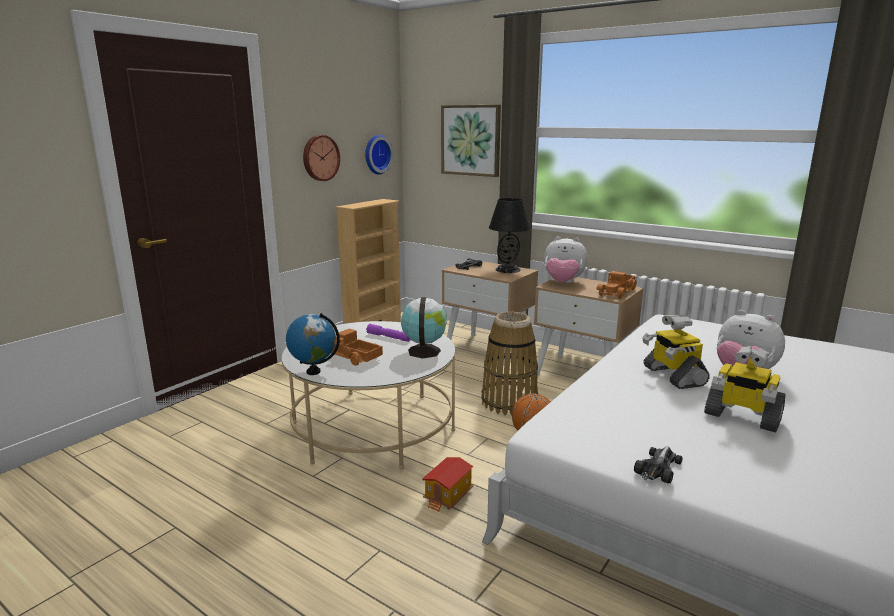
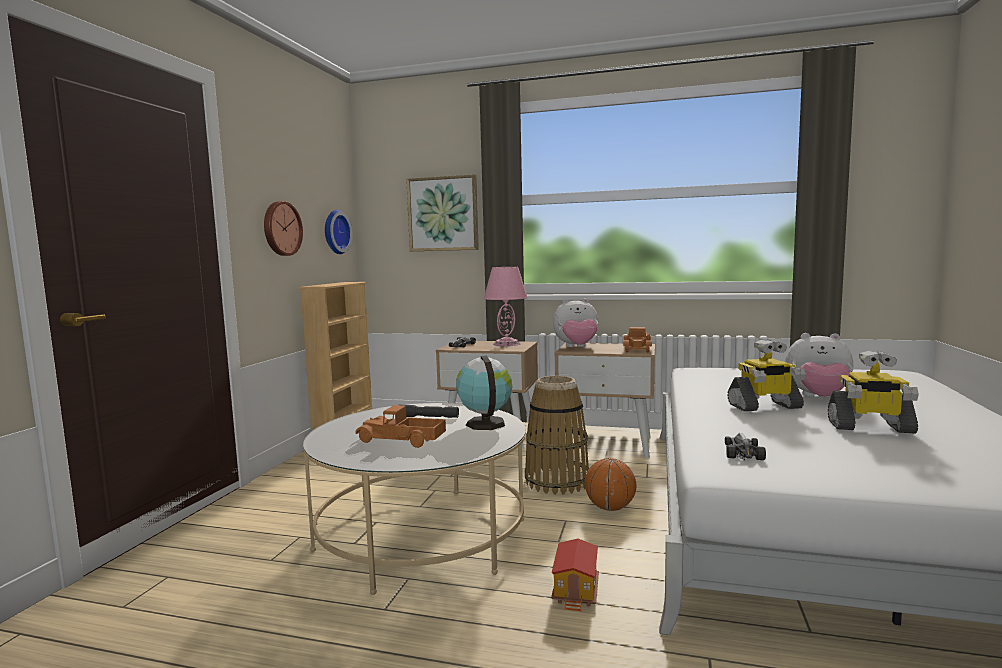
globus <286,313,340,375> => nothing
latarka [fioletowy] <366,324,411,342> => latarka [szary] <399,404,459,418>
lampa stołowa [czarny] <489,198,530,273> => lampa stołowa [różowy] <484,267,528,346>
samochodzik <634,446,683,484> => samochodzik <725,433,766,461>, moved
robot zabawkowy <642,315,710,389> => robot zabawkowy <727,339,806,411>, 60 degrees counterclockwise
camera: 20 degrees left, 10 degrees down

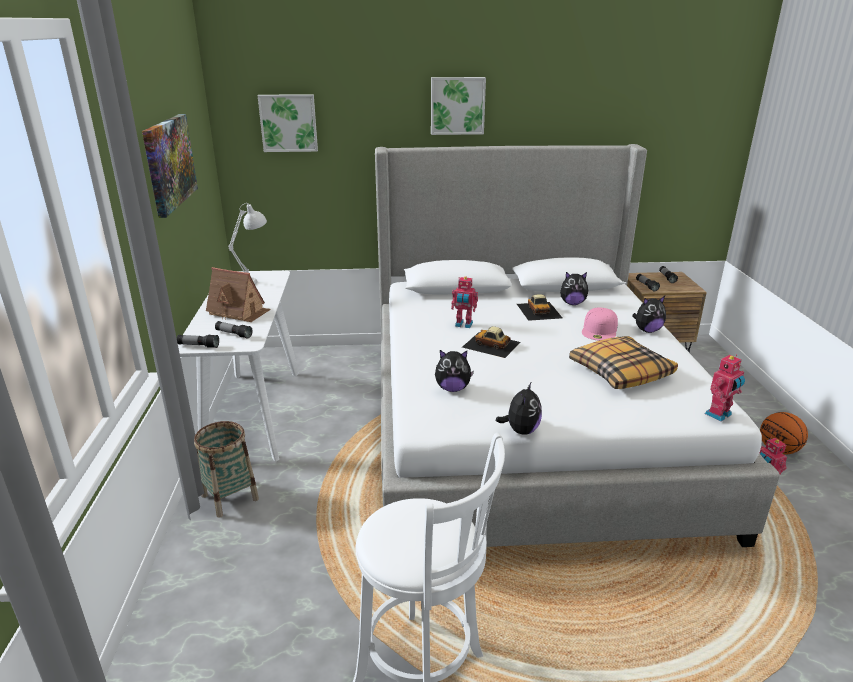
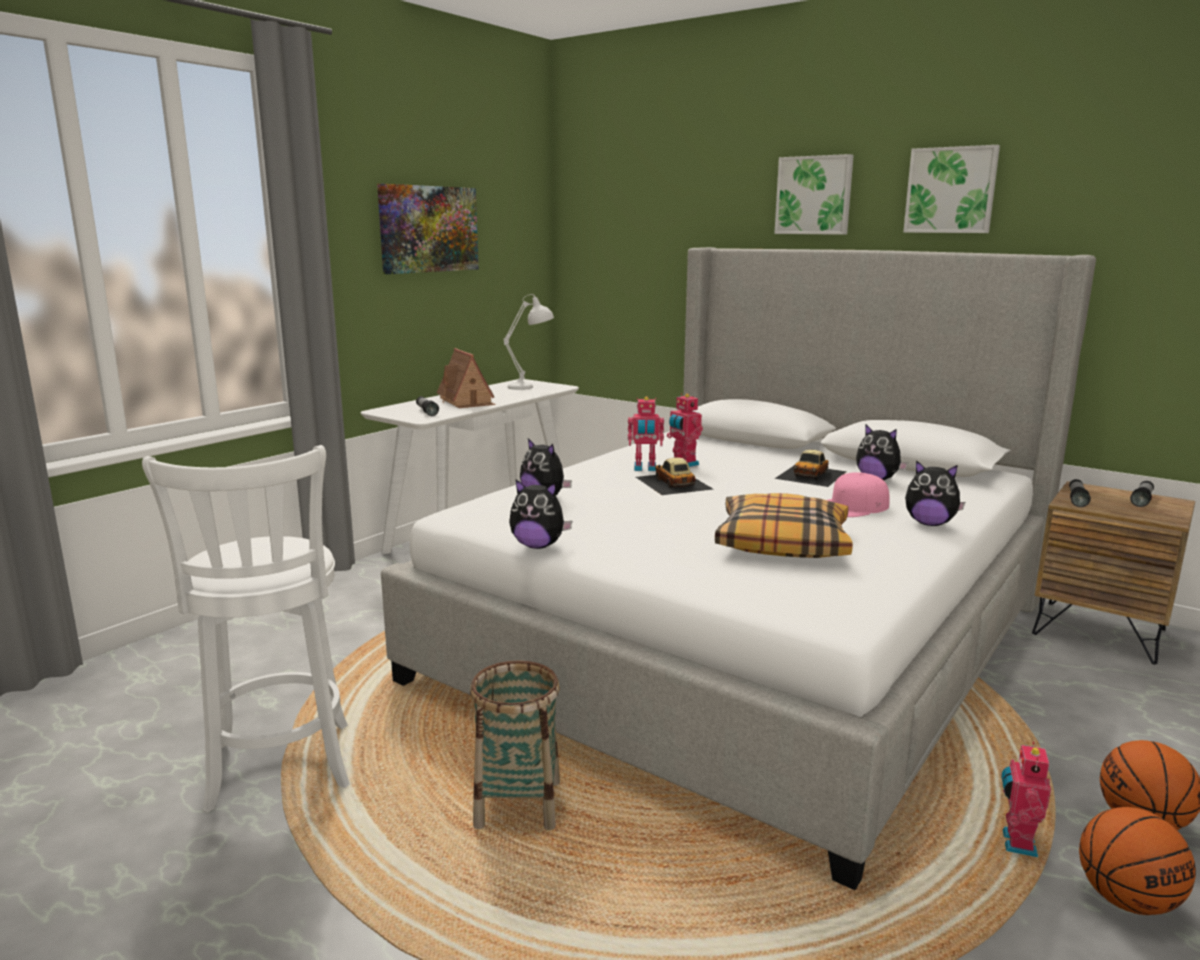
latarka <177,335,219,348> => nothing
koszyk <194,421,259,518> => koszyk <470,660,560,830>, moved
obraz <258,94,318,152> => obraz <903,145,1000,233>, moved
pluszak <496,381,542,435> => pluszak <509,480,572,549>, 45 degrees clockwise
robot zabawkowy <705,354,745,421> => robot zabawkowy <628,397,664,471>, moved
nothing => piłka do koszykówki <1079,807,1196,915>
camera: 40 degrees right, 10 degrees down

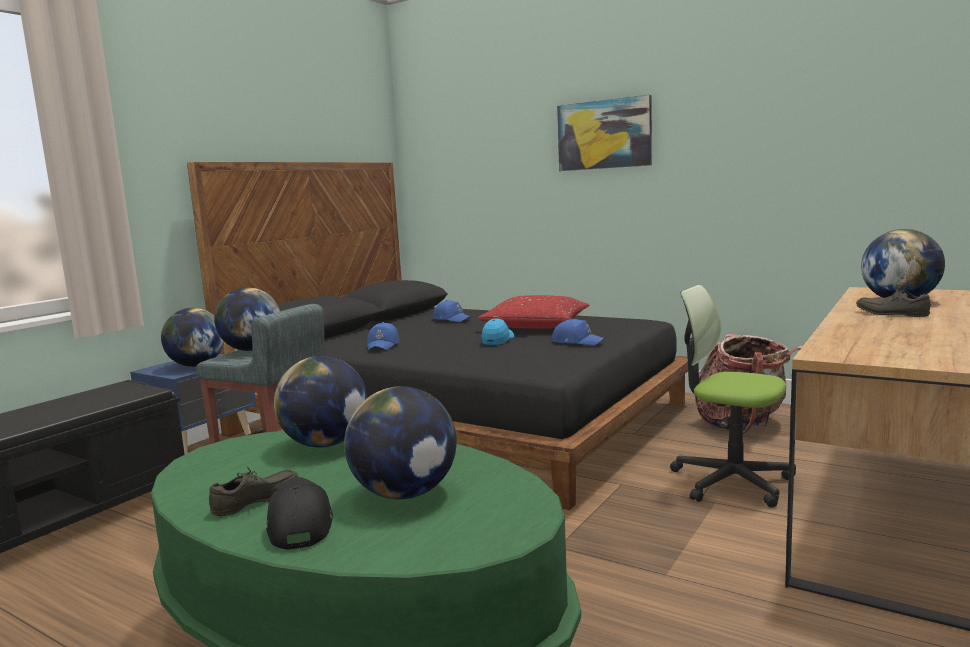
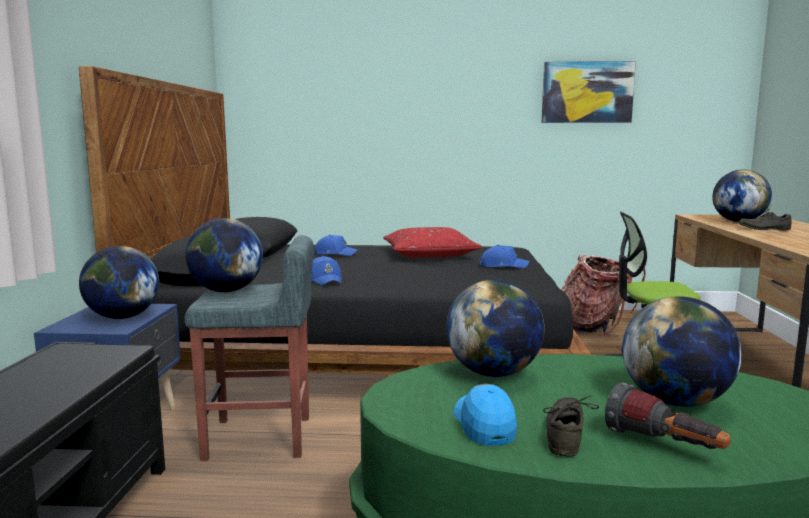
czapka z daszkiem [czarny] <266,477,333,550> => latarka <605,382,731,449>
czapka z daszkiem [niebieski] <482,318,514,345> => czapka z daszkiem [niebieski] <453,384,517,446>, moved
obraz <557,95,652,171> => obraz <542,61,636,123>, moved
camera: 30 degrees left, 0 degrees up

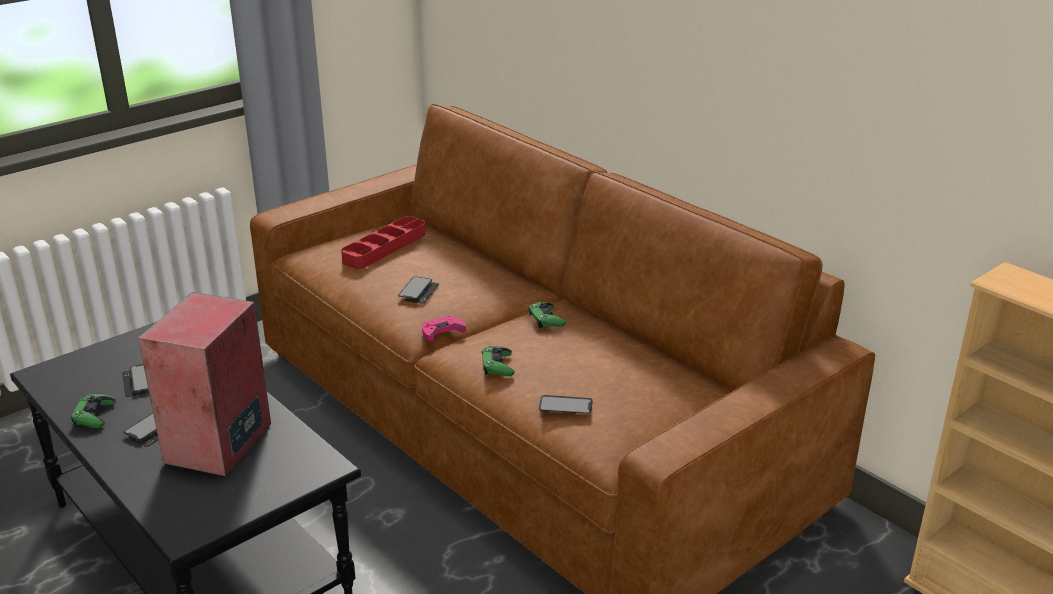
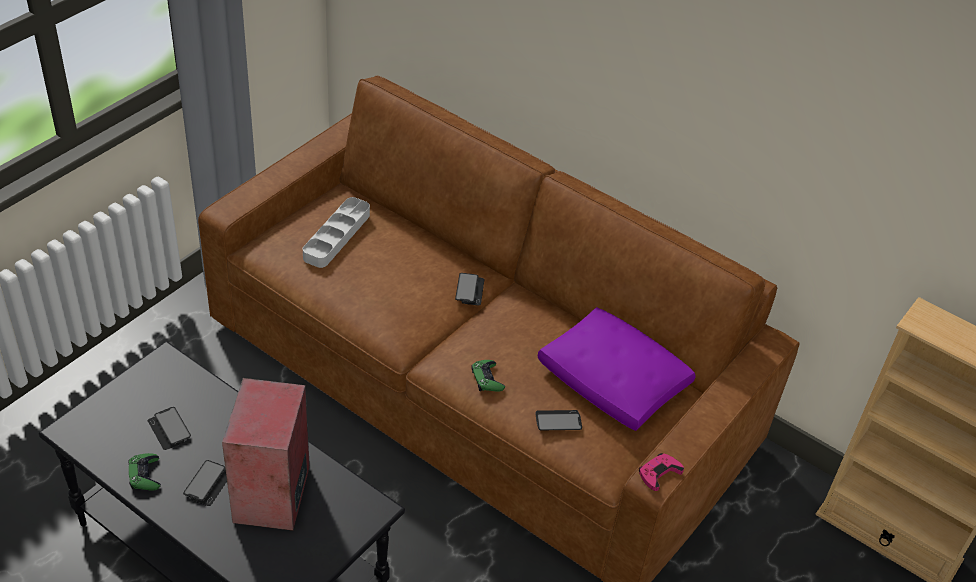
taca [czerwony] <341,216,425,269> => taca [szary] <303,197,370,268>
telefon <398,276,439,304> => telefon <455,273,485,305>, moved
pad do gier [różowy] <422,316,466,341> => pad do gier [różowy] <639,453,684,491>, moved
pad do gier [zielony] <529,302,566,328> => nothing
nothing => poduszka [fioletowy] <538,307,696,431>
camera: 15 degrees left, 15 degrees up

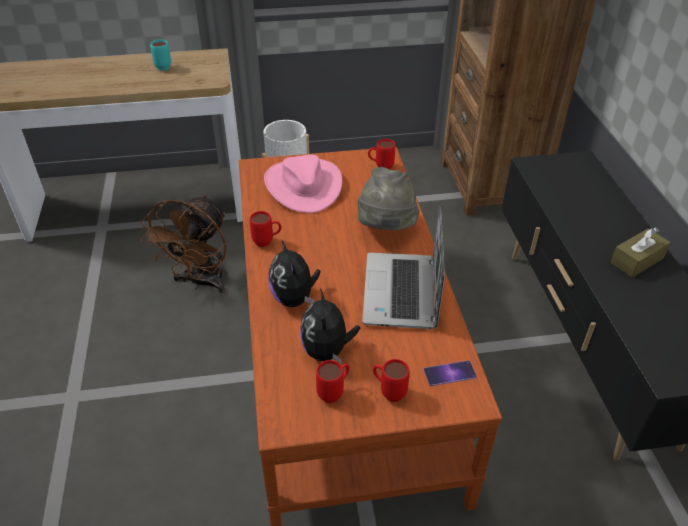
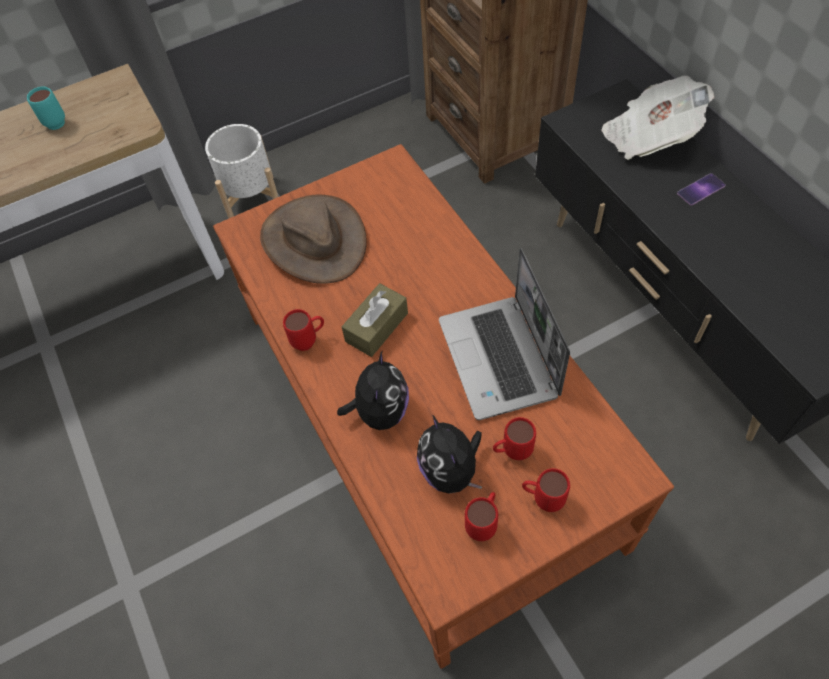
wentylator [brązowy] <141,194,227,293> => nothing
kapelusz [różowy] <264,154,342,213> => kapelusz [brązowy] <260,194,367,284>
pluszak <268,239,320,307> => pluszak <337,350,409,430>, 135 degrees counterclockwise
kapelusz [szary] <358,167,419,230> => nothing
kubek [czerwony] <368,139,395,170> => kubek [czerwony] <493,417,536,460>, moved
telefon <423,360,477,386> => telefon <677,173,726,206>, moved
pudełko chusteczek [brązowy] <611,228,670,278> => pudełko chusteczek [brązowy] <342,283,408,357>, moved
nothing => gazeta <601,76,715,160>
camera: 15 degrees left, 15 degrees up

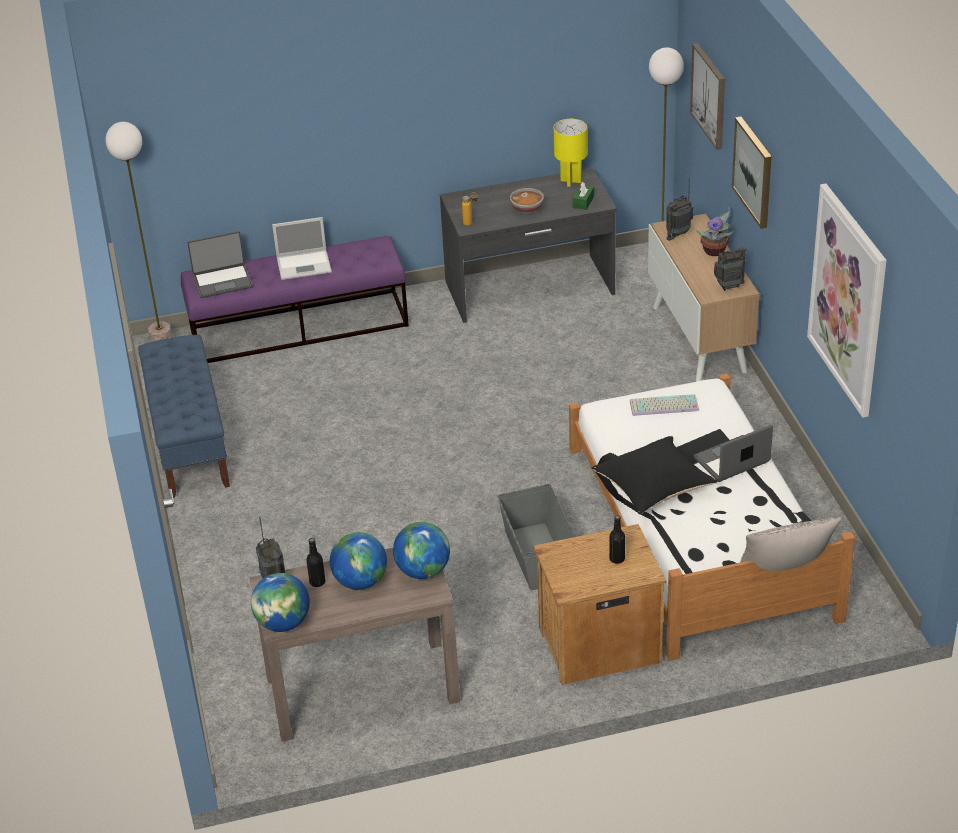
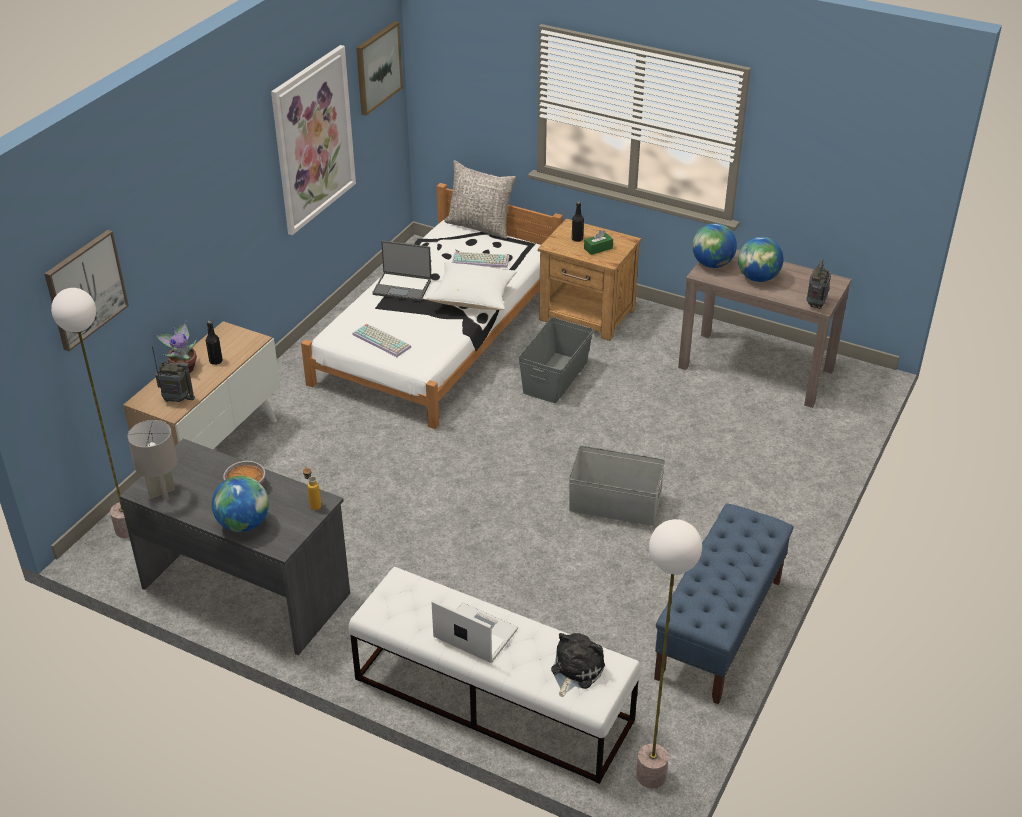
ławka [fioletowy] <181,236,409,363> => ławka [biały] <349,567,641,784>
laptop <187,231,253,298> => pluszak <551,633,605,697>
globus <251,573,310,632> => globus <212,476,269,532>, moved
butelka [czarny] <306,538,325,587> => butelka [czarny] <206,321,223,365>, moved
lampa stołowa [żółty] <553,119,587,187> => lampa stołowa [szary] <127,420,177,501>
pudełko chusteczek [zielony] <573,182,594,210> => pudełko chusteczek [zielony] <584,230,613,255>, moved
poduszka [czarny] <591,436,718,515> => poduszka [biały] <426,262,517,310>
radio <714,238,746,291> => nothing
obraz <732,117,772,229> => obraz <356,21,403,116>, moved
nothing => klawiatura <452,252,510,268>
nothing => pojemnik do przechowywania [szary] <569,446,665,526>
camera: 140 degrees left, 0 degrees up

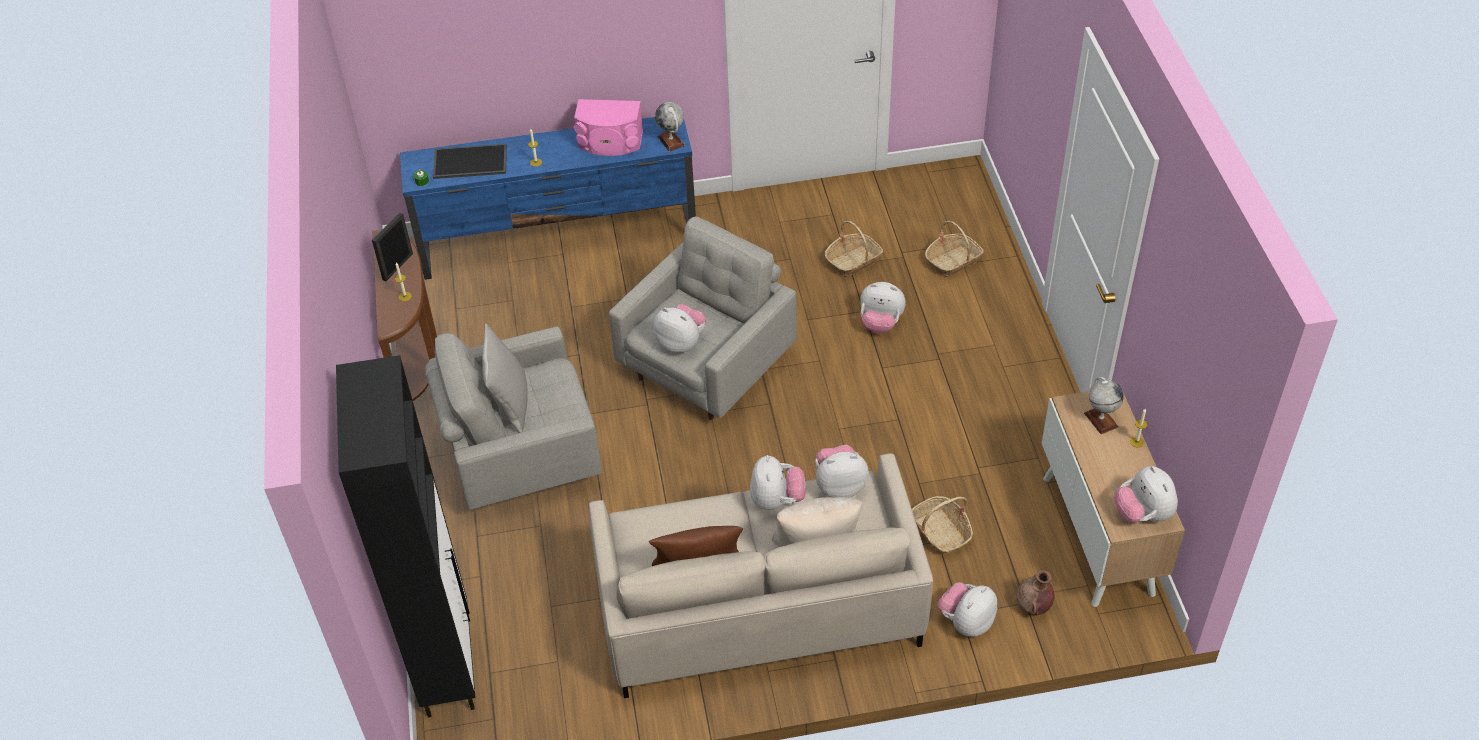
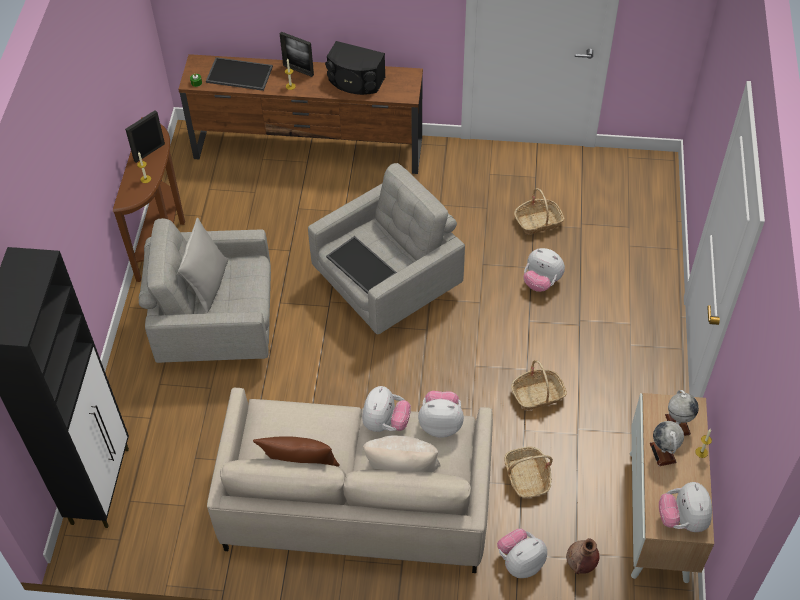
szafka pod telewizor [niebieski] <400,117,696,280> => szafka pod telewizor [brązowy] <178,54,423,174>
głośnik [różowy] <574,99,643,156> => głośnik [czarny] <325,41,386,95>
pluszak <654,304,706,353> => taca <326,236,397,294>
globus <655,102,685,152> => globus <650,421,684,466>, moved
koszyk <925,221,984,277> => koszyk <511,360,567,410>, moved
nothing => ramka na zdjęcie <280,32,314,77>
camera: 15 degrees right, 5 degrees up

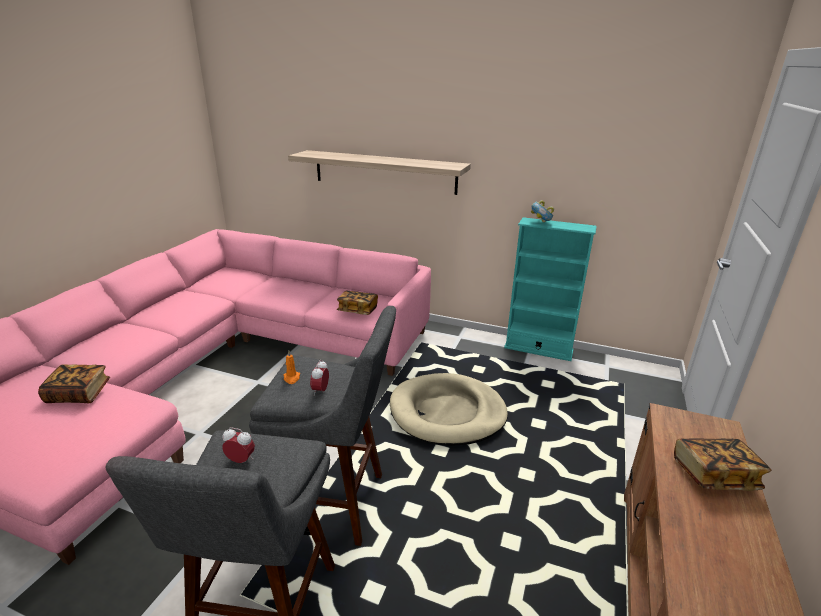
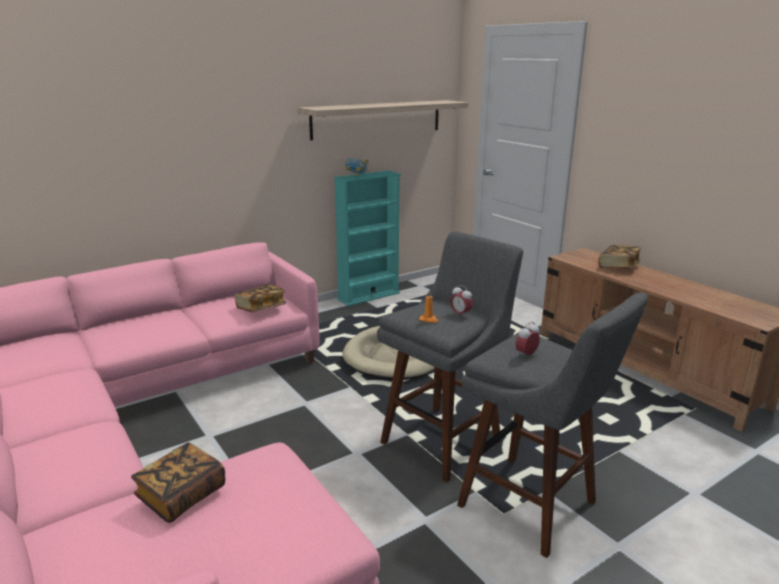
półka <288,150,471,195> => półka <298,100,468,140>, moved
camera: 55 degrees left, 5 degrees down

